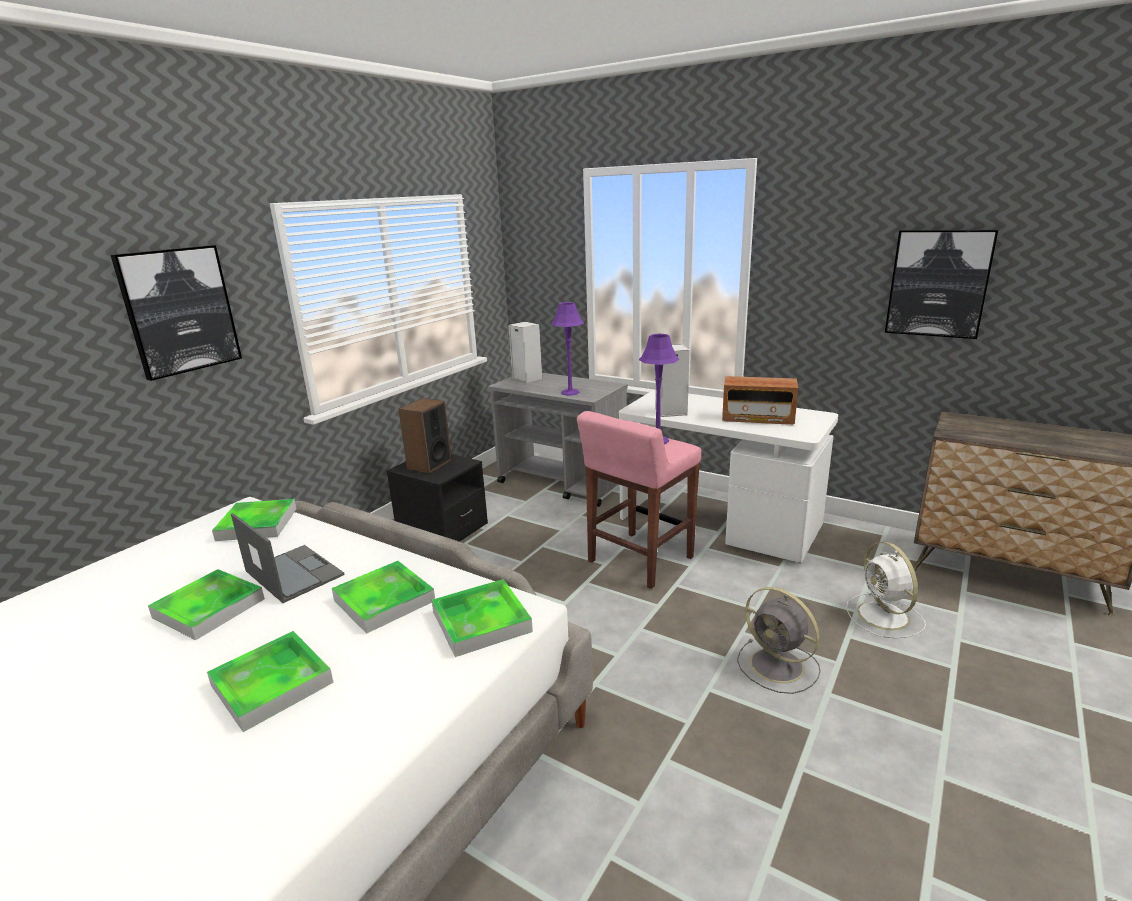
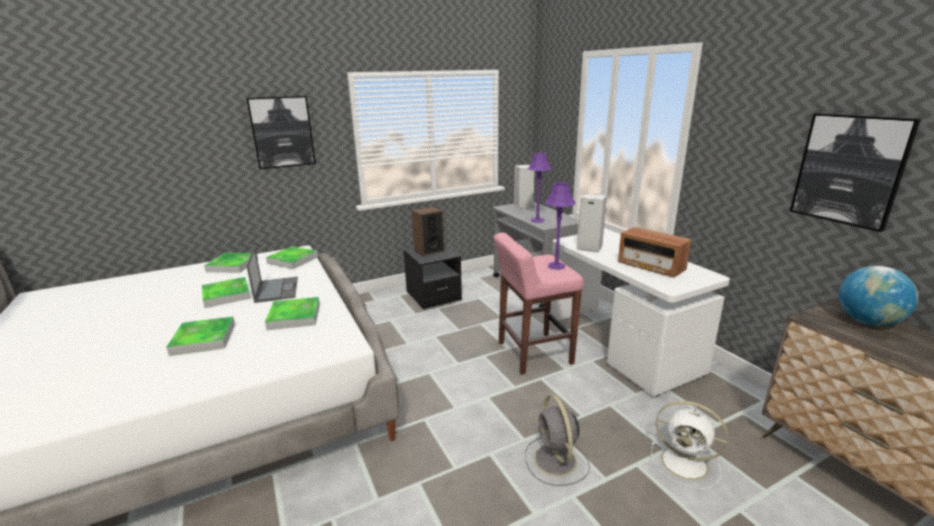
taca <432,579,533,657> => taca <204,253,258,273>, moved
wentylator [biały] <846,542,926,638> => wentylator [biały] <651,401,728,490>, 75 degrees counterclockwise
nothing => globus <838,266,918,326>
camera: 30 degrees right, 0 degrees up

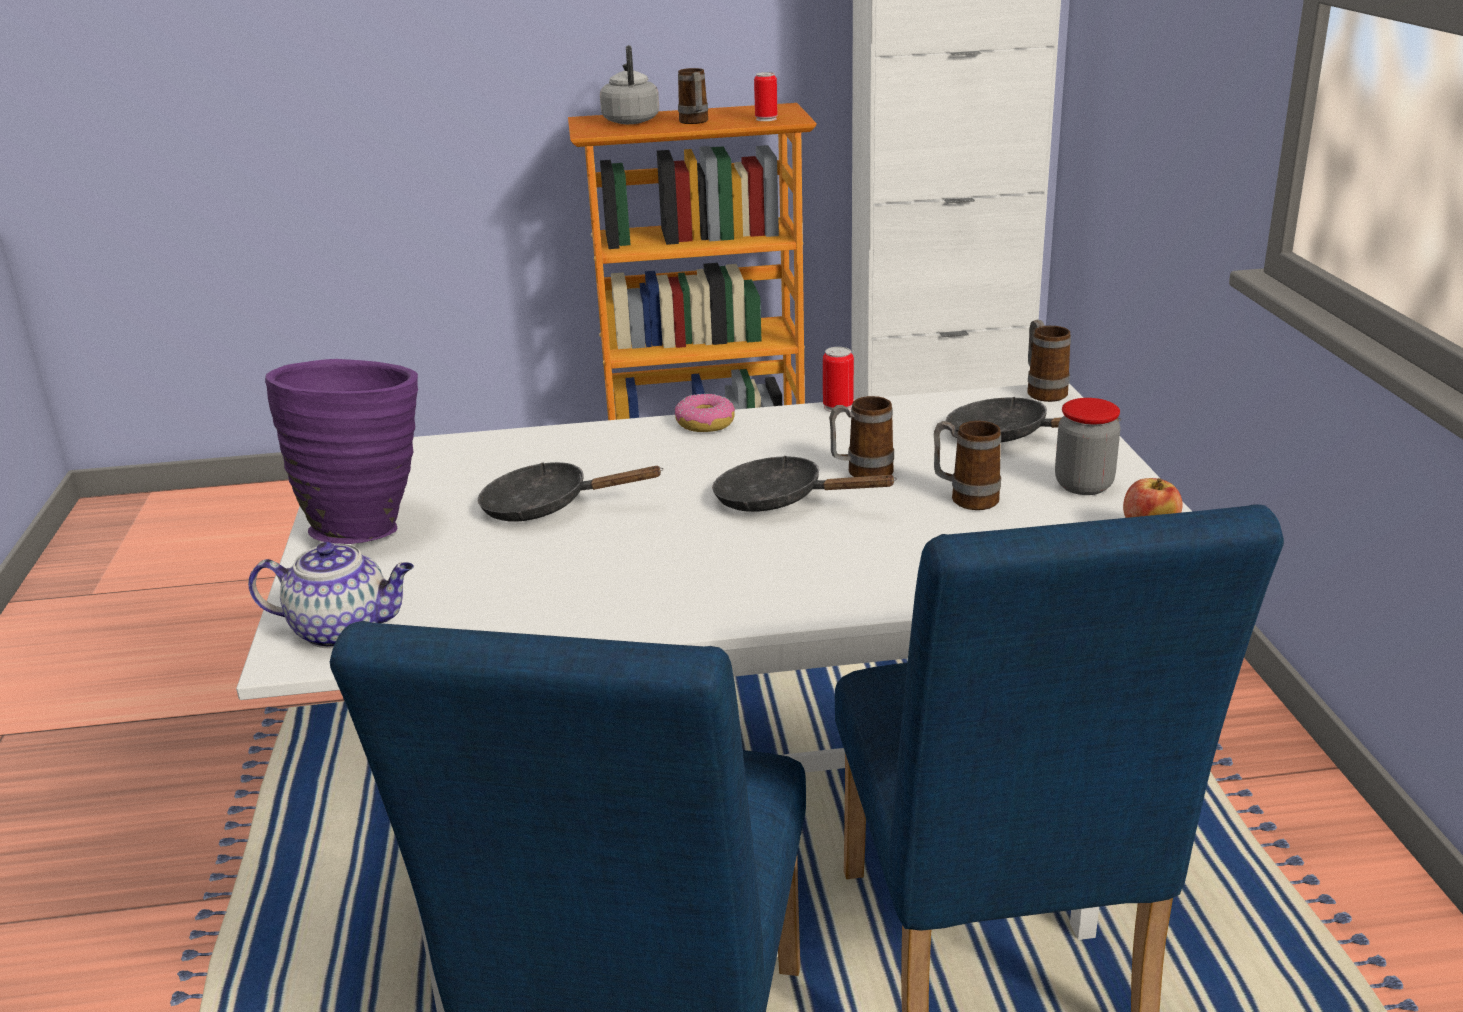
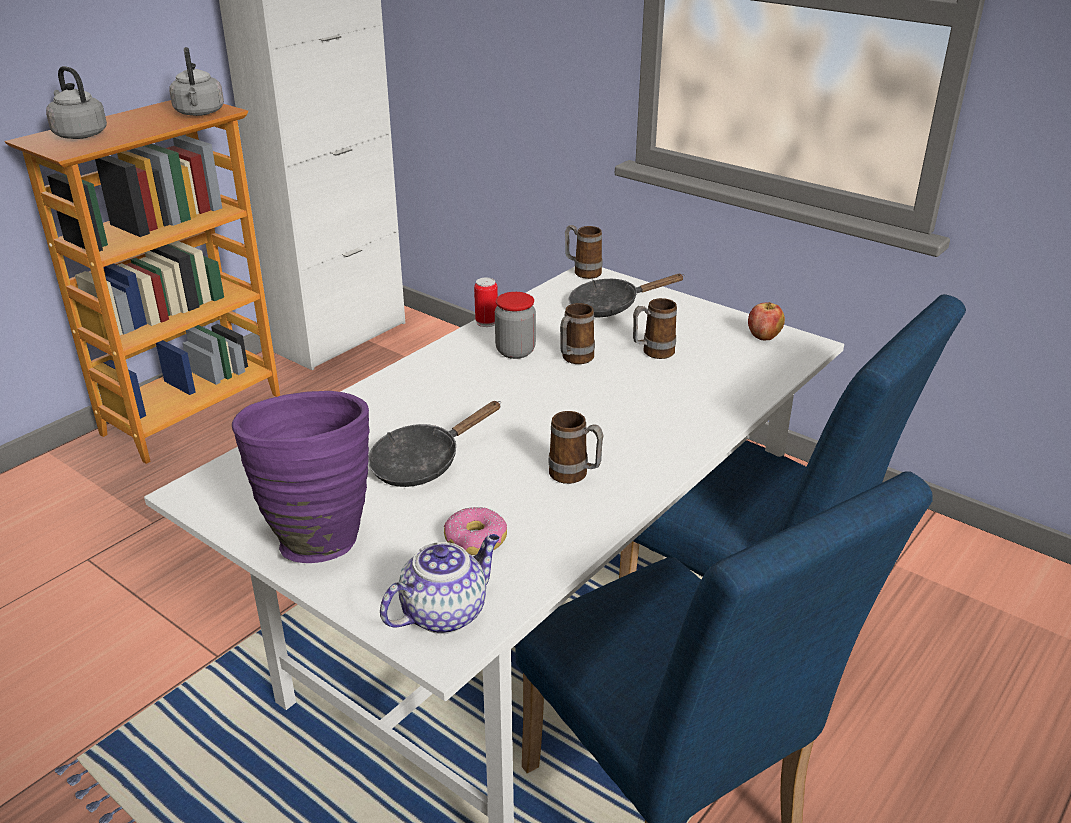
donut <675,394,735,432> => donut <444,507,507,555>, moved
kubek <678,68,708,124> => kubek <548,411,604,484>, moved
patelnia [czarny] <712,456,897,512> => nothing
puszka <754,72,778,121> => czajnik [szary] <169,47,224,116>
słoik <1055,398,1120,495> => słoik <495,292,536,359>, moved
camera: 45 degrees left, 5 degrees up

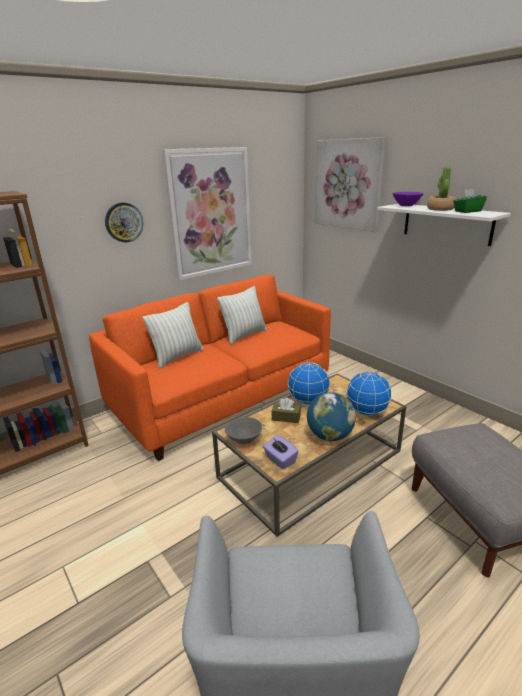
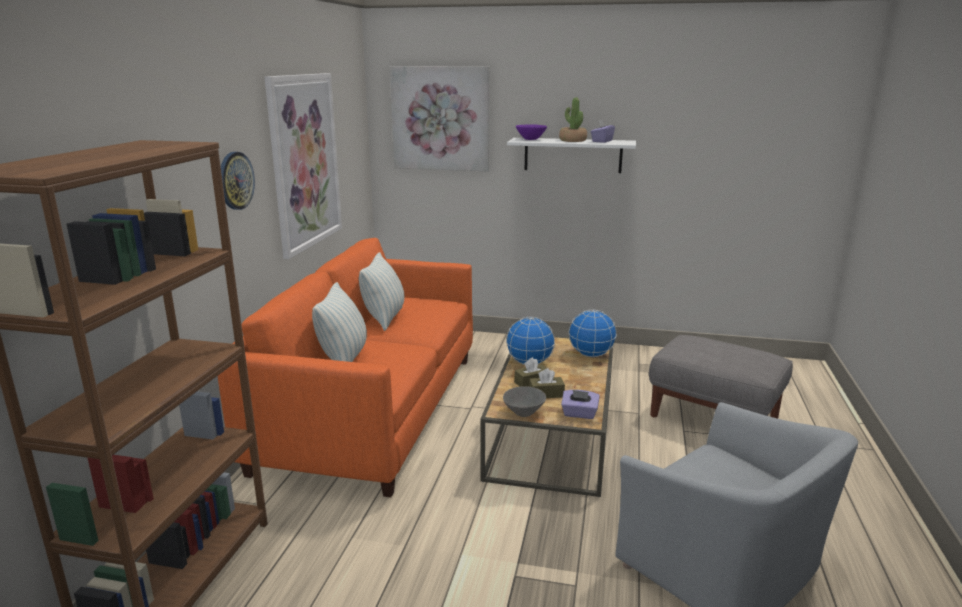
globus <307,392,356,441> => nothing
pudełko chusteczek [zielony] <453,189,487,213> => pudełko chusteczek [fioletowy] <591,120,615,143>
nothing => pudełko chusteczek [brązowy] <529,368,565,398>
camera: 40 degrees left, 5 degrees down

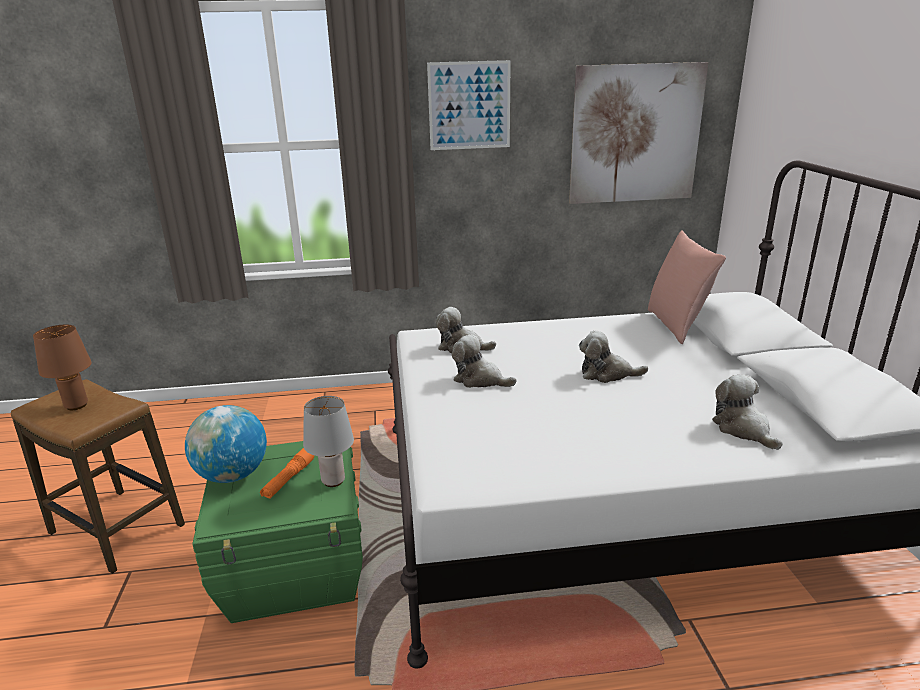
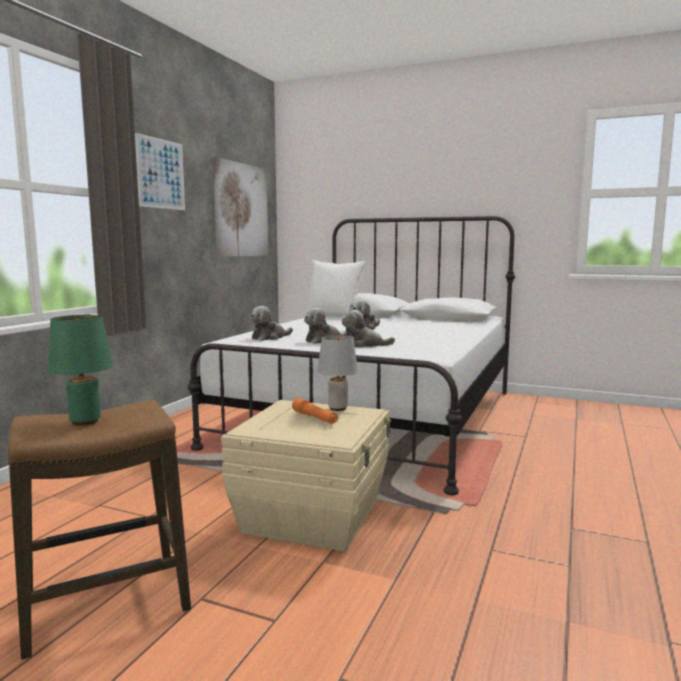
lampa stołowa [brązowy] <33,325,92,410> => lampa stołowa [zielony] <47,315,113,426>
globus <185,405,267,483> => nothing
pojemnik do przechowywania [zielony] <192,441,363,623> => pojemnik do przechowywania [beżowy] <221,400,391,552>
poduszka [różowy] <648,230,726,344> => poduszka [biały] <305,260,366,316>
pluszak <712,375,783,450> => pluszak <342,310,395,347>, moved
camera: 60 degrees left, 15 degrees down

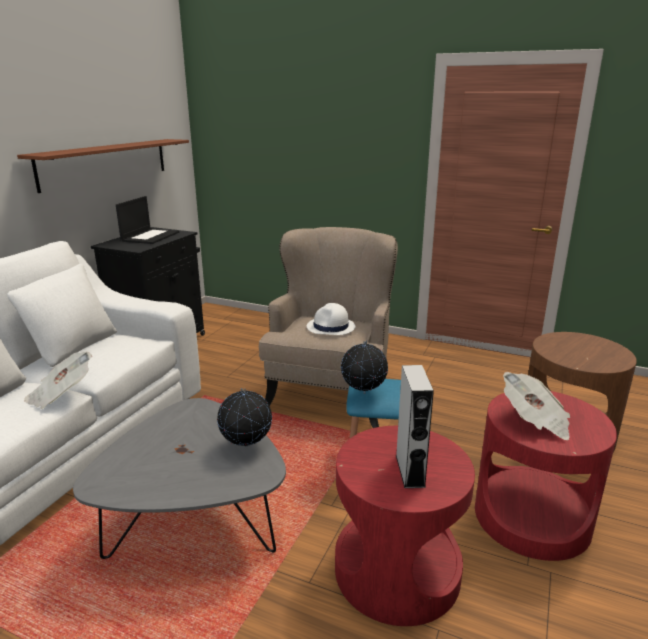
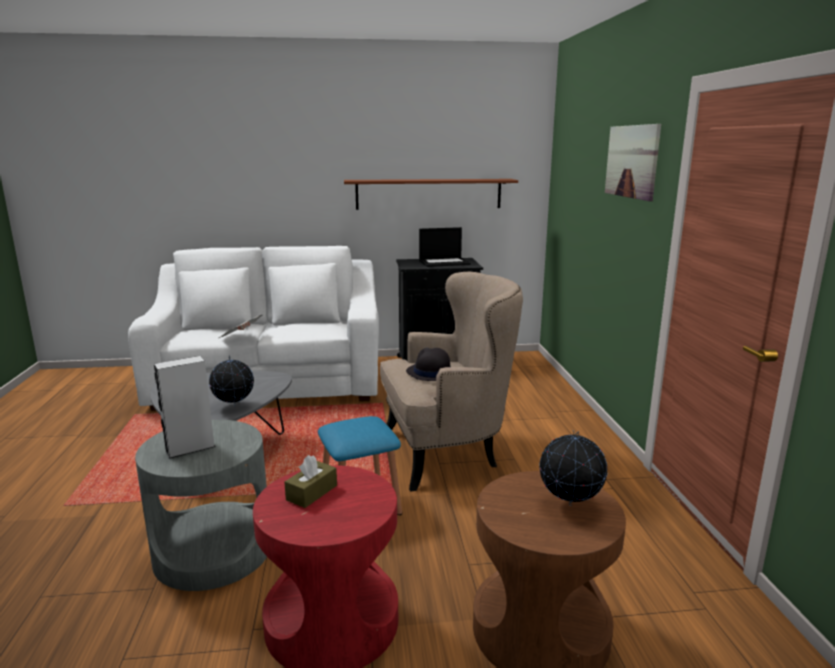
kapelusz [biały] <307,303,355,335> => kapelusz [czarny] <406,348,450,381>
stolik [czerwony] <335,426,475,626> => stolik [szary] <135,420,267,591>
globus <341,340,388,394> => globus <539,430,607,506>, moved
gazeta <503,372,570,440> => pudełko chusteczek [brązowy] <285,455,337,508>
nothing => obraz <605,124,661,201>
camera: 60 degrees right, 5 degrees down

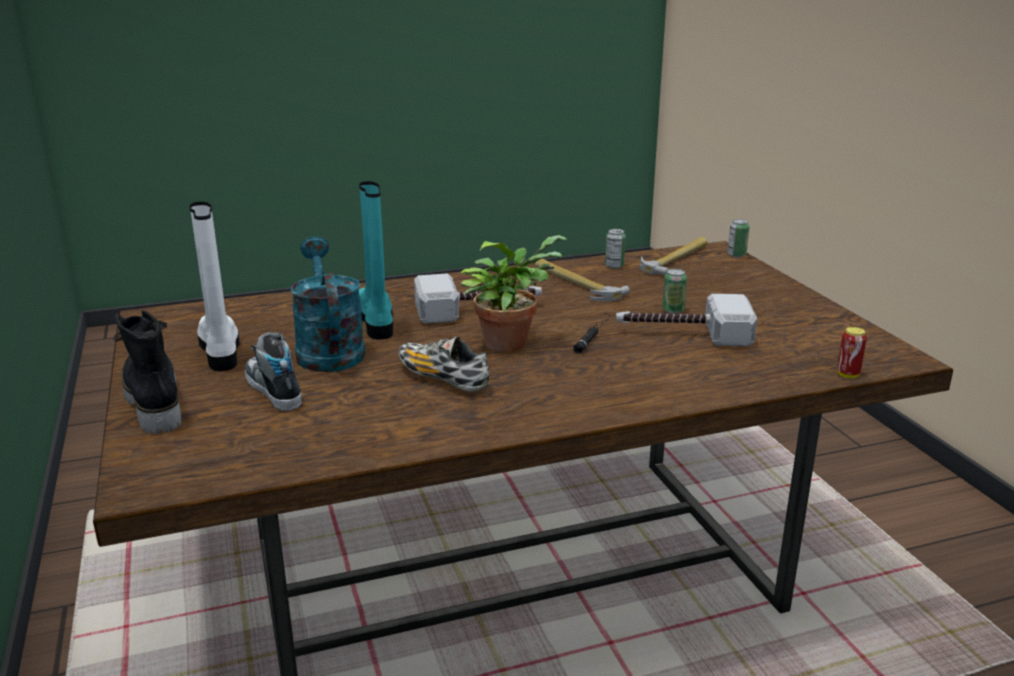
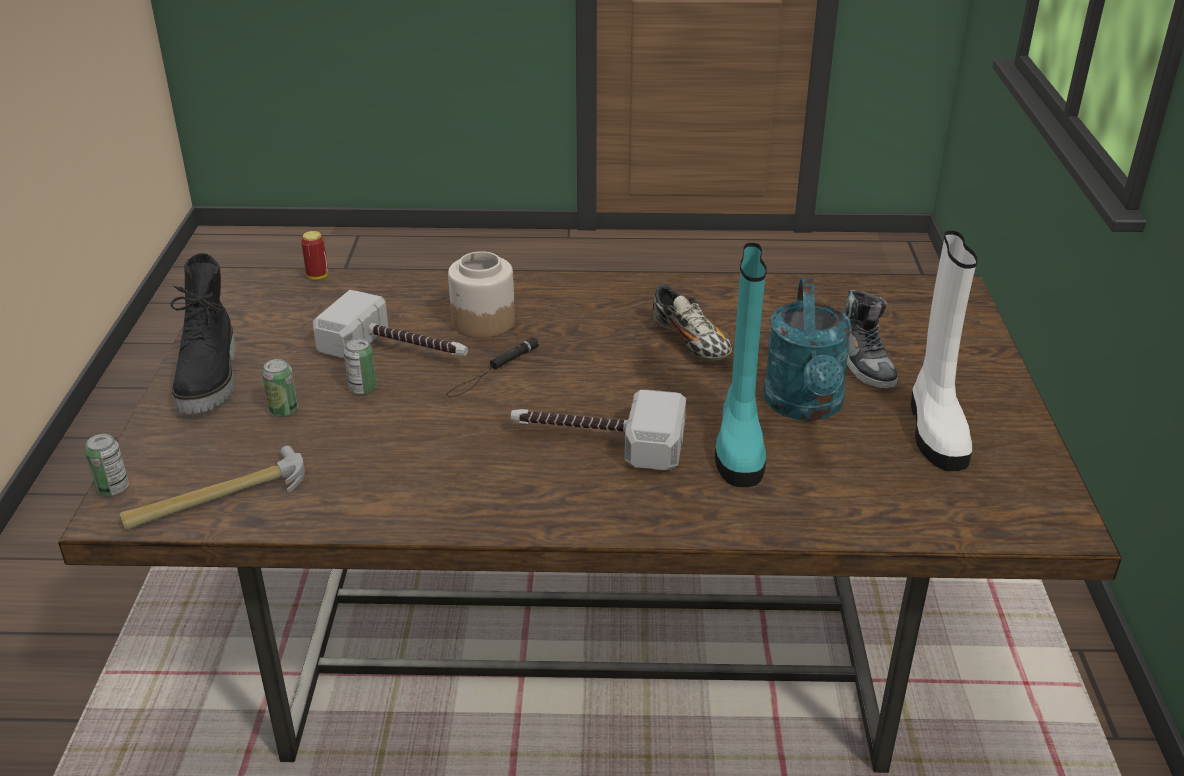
but z cholewką [czarny] <113,310,182,434> => but z cholewką [czarny] <171,253,236,414>, moved
roślina doniczkowa <460,235,568,353> => nothing
młotek <535,259,630,301> => nothing
puszka <605,229,626,269> => puszka <262,359,298,417>, moved
nothing => słoik <448,251,515,338>
camera: 160 degrees left, 10 degrees up

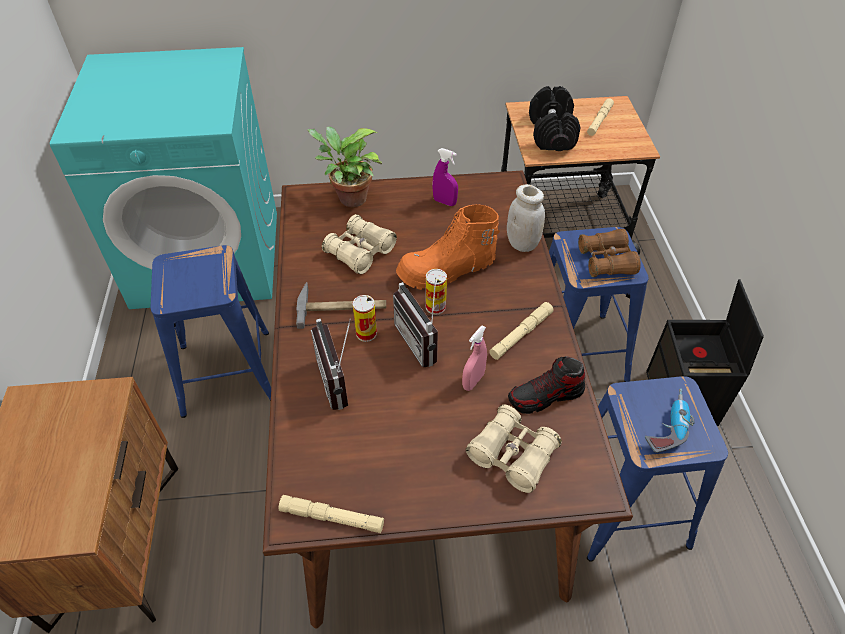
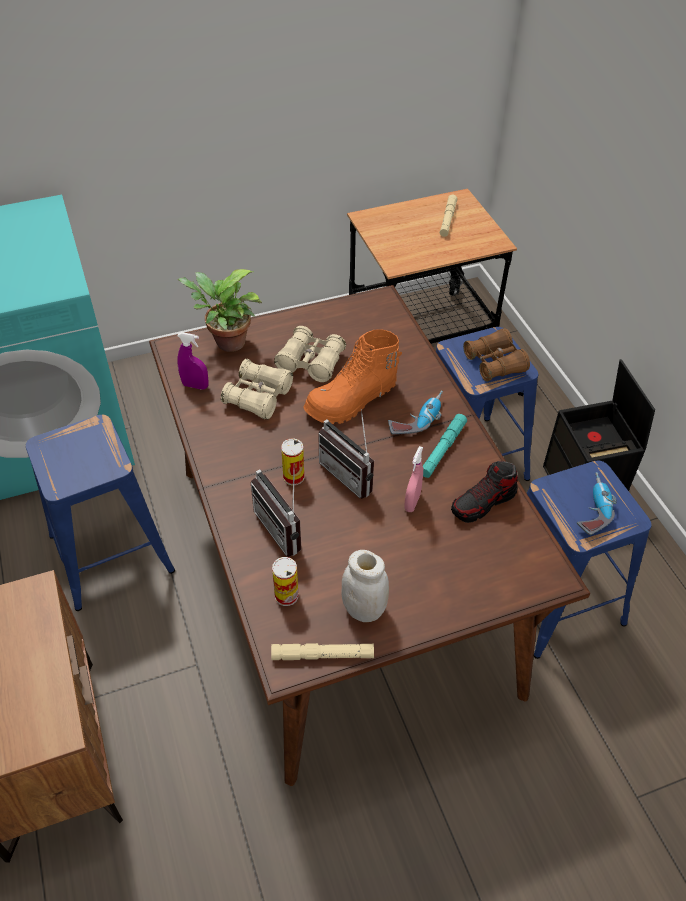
młotek <296,282,386,329> => nothing
puszka <426,269,447,315> => puszka <272,557,298,606>, moved
spryskiwacz [fioletowy] <432,148,458,206> => spryskiwacz [fioletowy] <177,332,208,390>, moved
lornetka [beżowy] <466,405,562,493> => lornetka [beżowy] <274,326,346,382>, moved
latarka [beżowy] <489,302,554,360> => latarka [turkusowy] <423,414,467,478>
słoik [biały] <507,184,545,252> => słoik [biały] <341,550,389,622>, moved
hantel [czarny] <529,86,580,151> => nothing
nothing => wiertarka <388,390,443,435>
camera: 15 degrees left, 0 degrees up

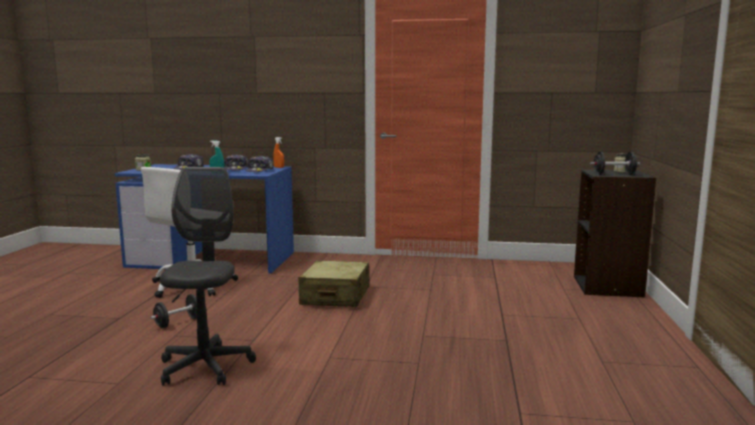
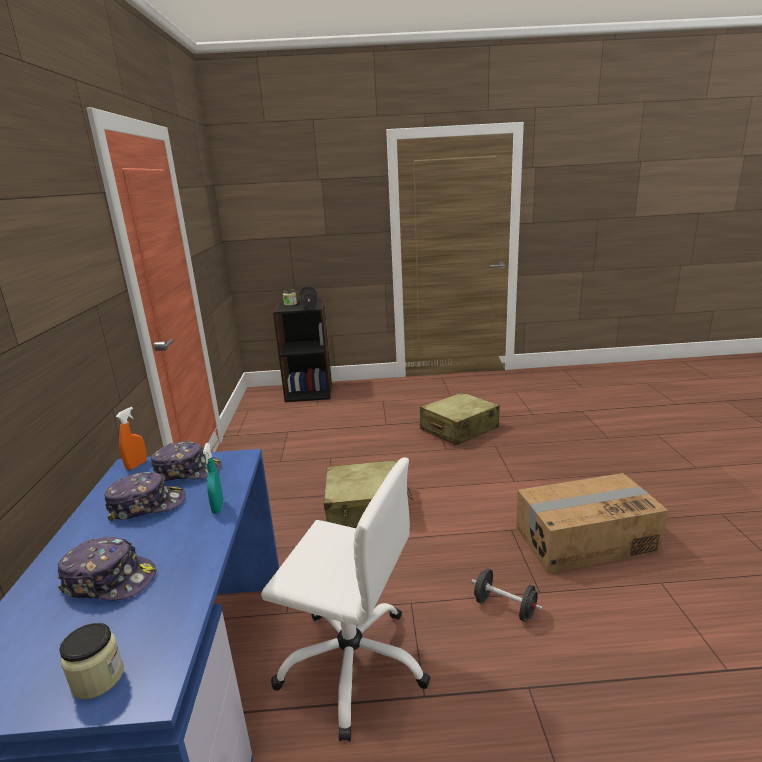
krzesło biurowe [szary] <160,167,256,386> => karton <517,473,668,574>
nothing => walizka [beżowy] <420,392,500,445>
camera: 100 degrees left, 10 degrees up

